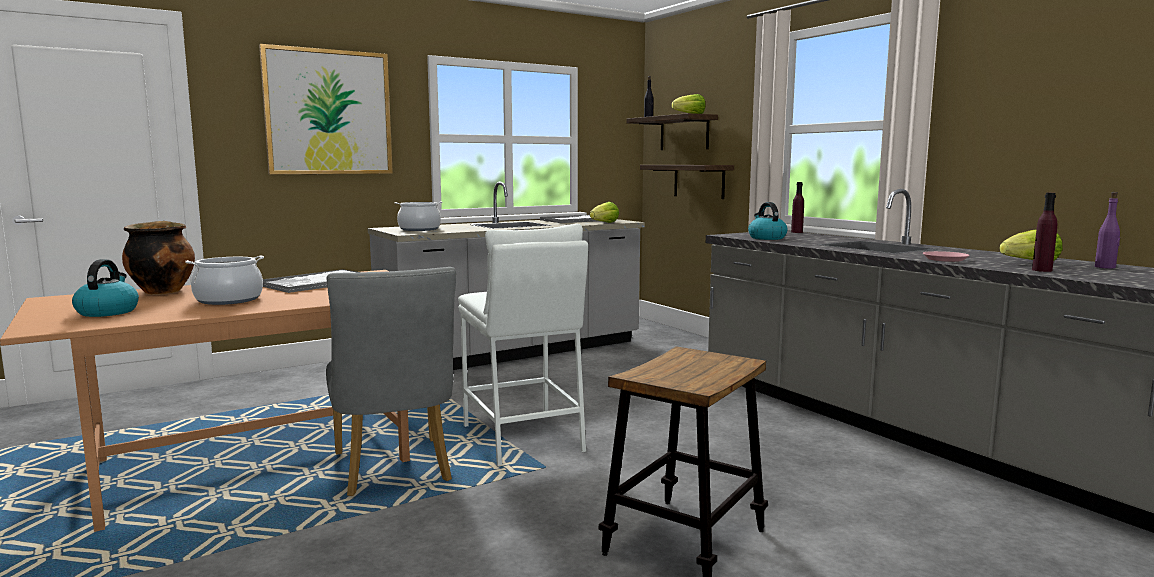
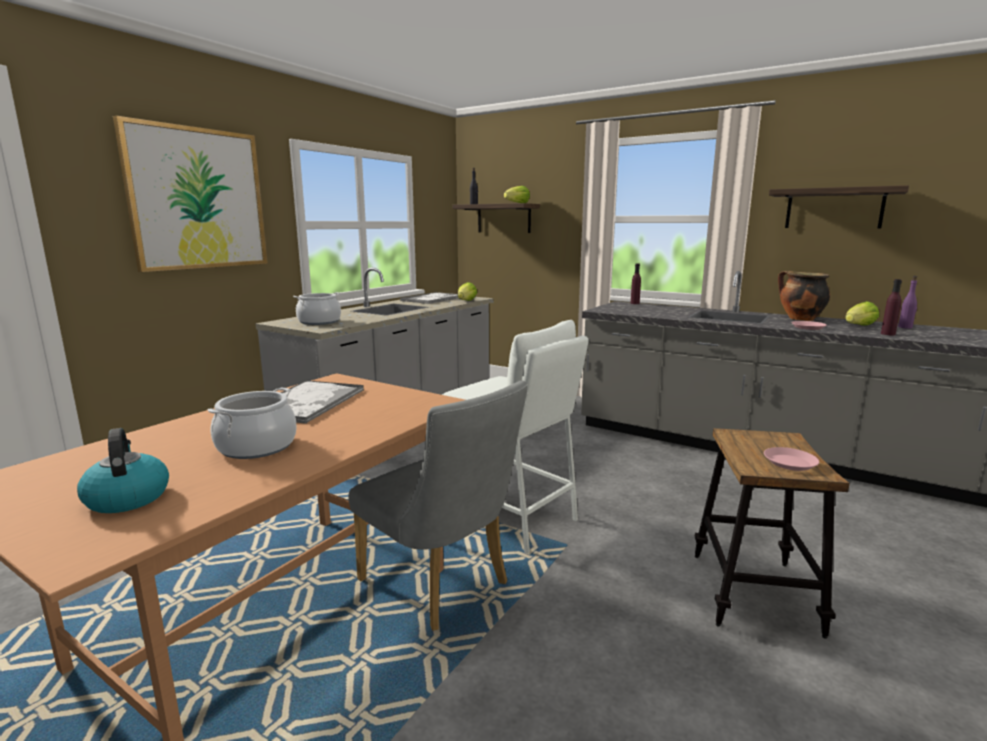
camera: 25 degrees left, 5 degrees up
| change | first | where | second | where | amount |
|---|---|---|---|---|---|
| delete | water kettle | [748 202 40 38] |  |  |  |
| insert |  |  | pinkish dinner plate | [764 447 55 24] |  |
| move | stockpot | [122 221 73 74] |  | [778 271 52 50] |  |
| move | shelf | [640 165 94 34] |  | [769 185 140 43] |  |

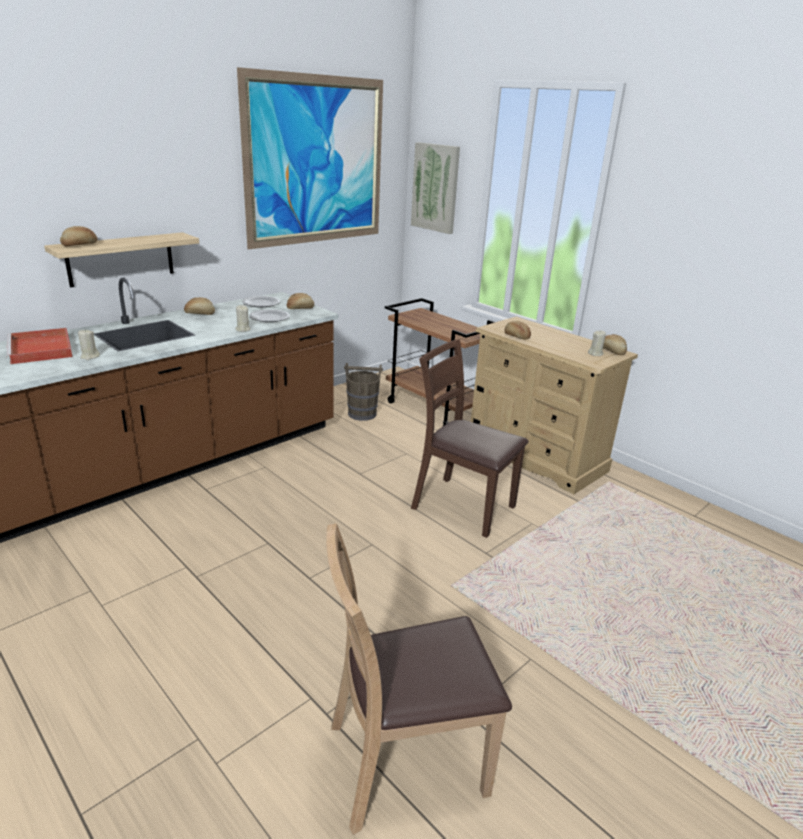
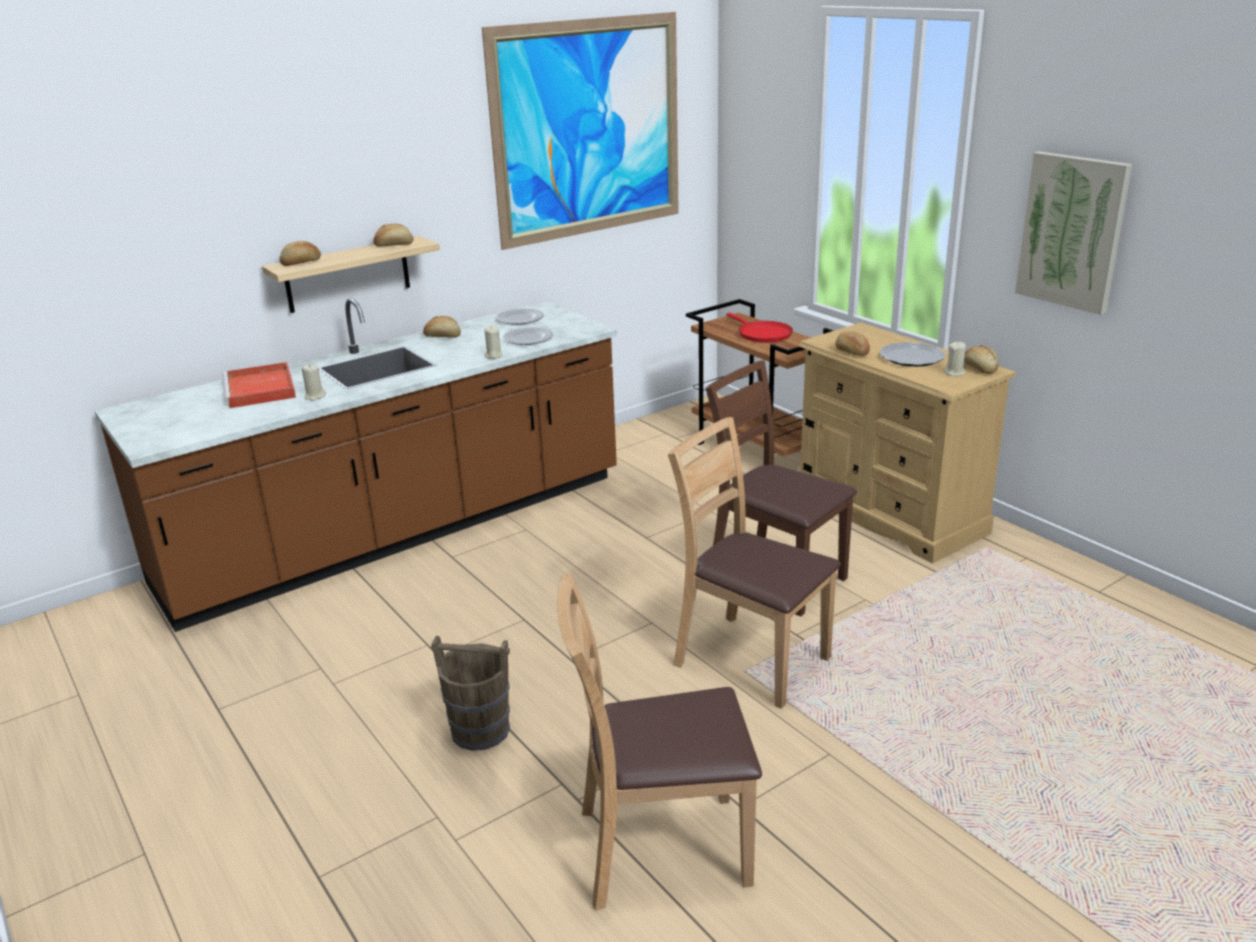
camera: 10 degrees right, 0 degrees up
| change | first | where | second | where | amount |
|---|---|---|---|---|---|
| insert |  |  | brown-coloured chair | [668 417 173 292] |  |
| insert |  |  | reddish skillet | [727 313 66 30] |  |
| insert |  |  | dinner plate | [879 342 67 25] |  |
| move | baked bread | [287 293 27 16] |  | [373 224 40 23] |  |
| move | brown-coloured pail | [344 363 39 58] |  | [431 636 79 115] |  |
| move | wall art | [411 142 49 92] |  | [1015 151 117 164] |  |

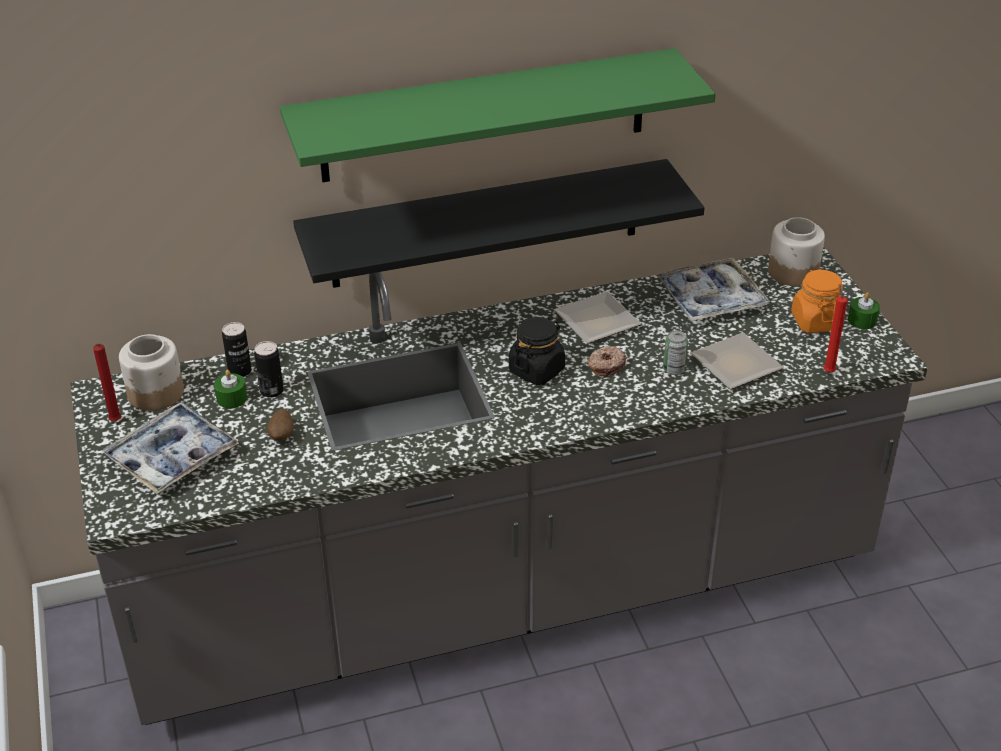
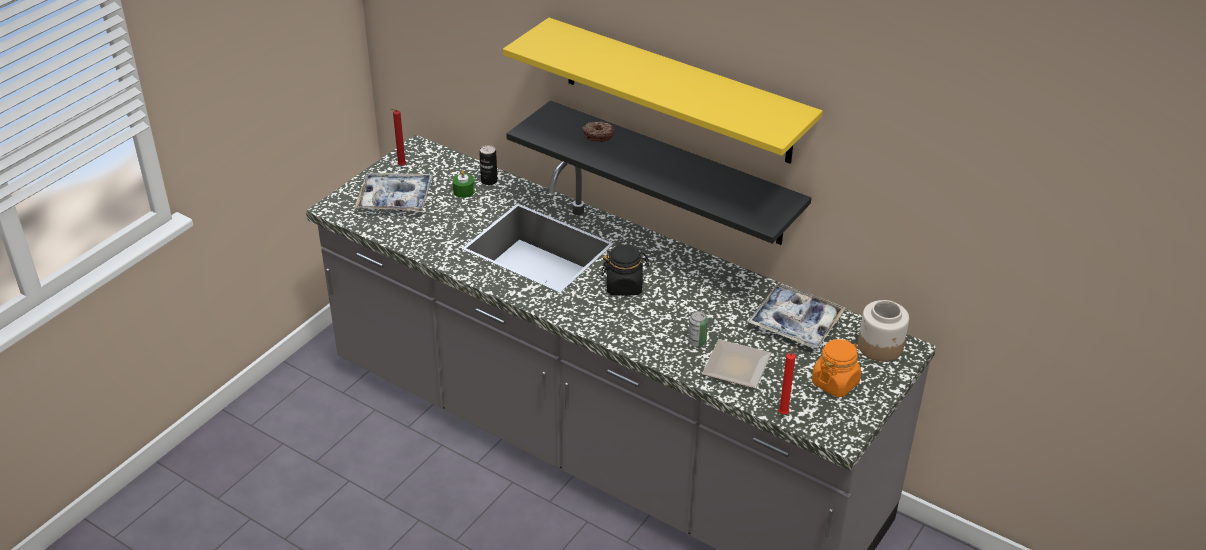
camera: 50 degrees right, 0 degrees up
| change | first | where | second | where | amount |
|---|---|---|---|---|---|
| delete | storage jar | [119 334 65 77] |  |  |  |
| delete | sealed can | [254 341 30 57] |  |  |  |
| delete | spud | [267 409 27 32] |  |  |  |
| delete | dinner plate | [554 291 87 53] |  |  |  |
| delete | green-coloured wax light | [848 292 32 37] |  |  |  |
| move | donut | [587 346 39 30] |  | [582 121 32 20] |  |
| recolor | green-coloured shelf | [280 48 436 134] | yellowish shelf | [503 18 320 146] |  |

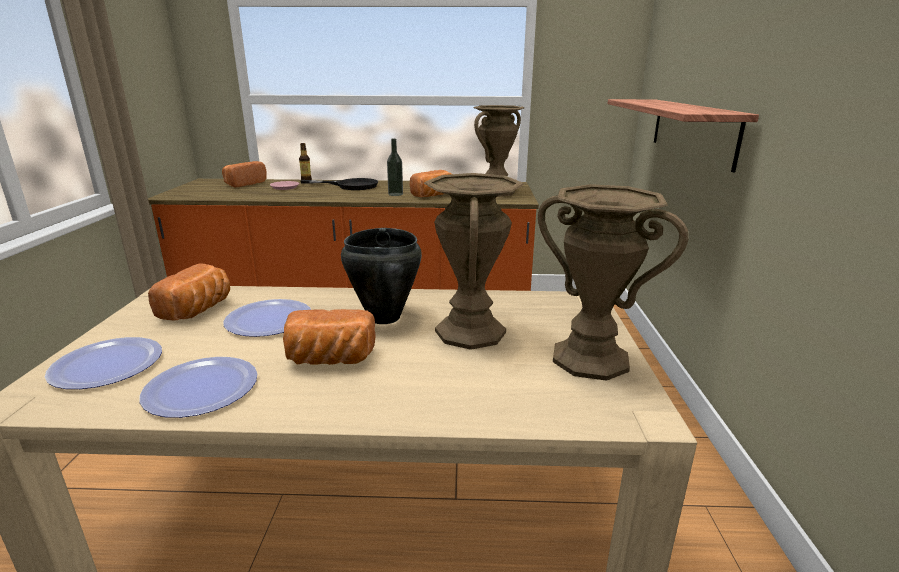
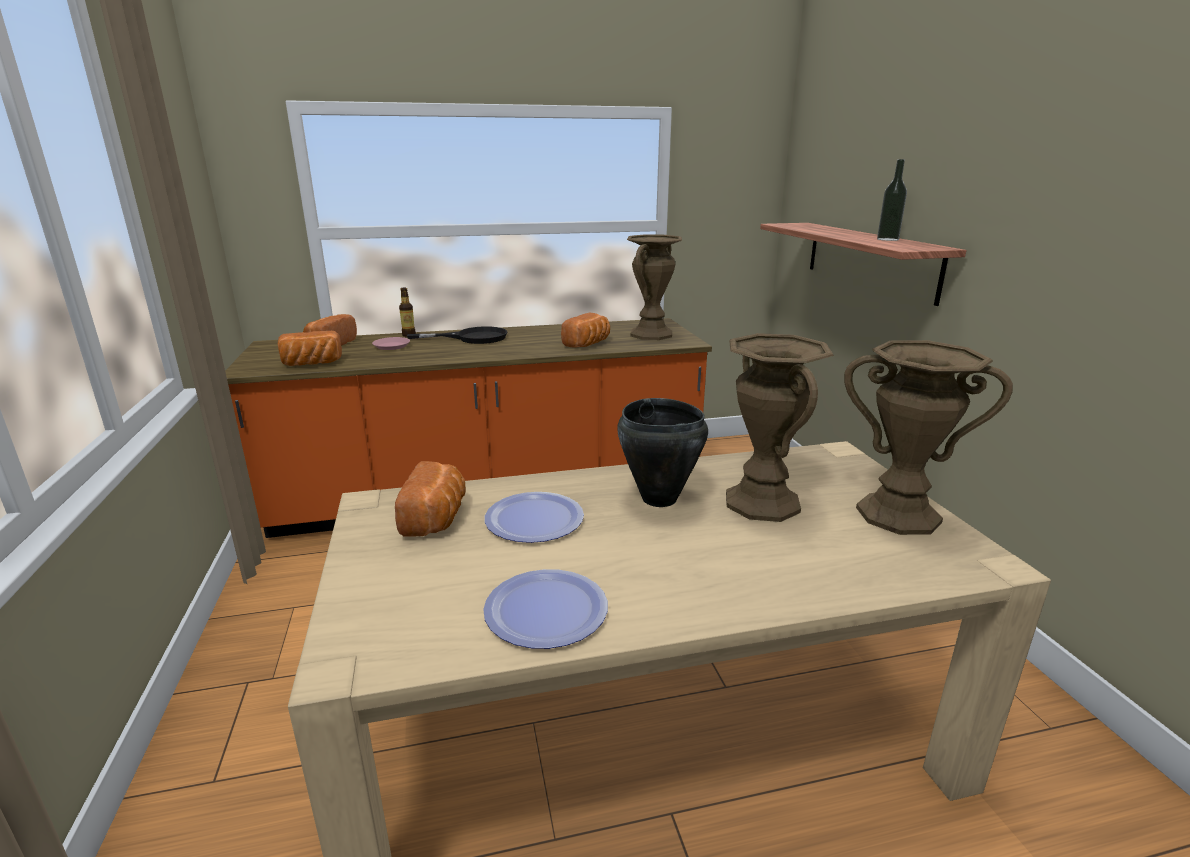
camera: 15 degrees left, 0 degrees up
| change | first | where | second | where | amount |
|---|---|---|---|---|---|
| delete | dinner plate | [45 337 117 52] |  |  |  |
| move | baked bread | [283 309 93 56] |  | [278 331 64 35] |  |
| move | drink bottle | [387 139 16 57] |  | [877 159 30 82] |  |

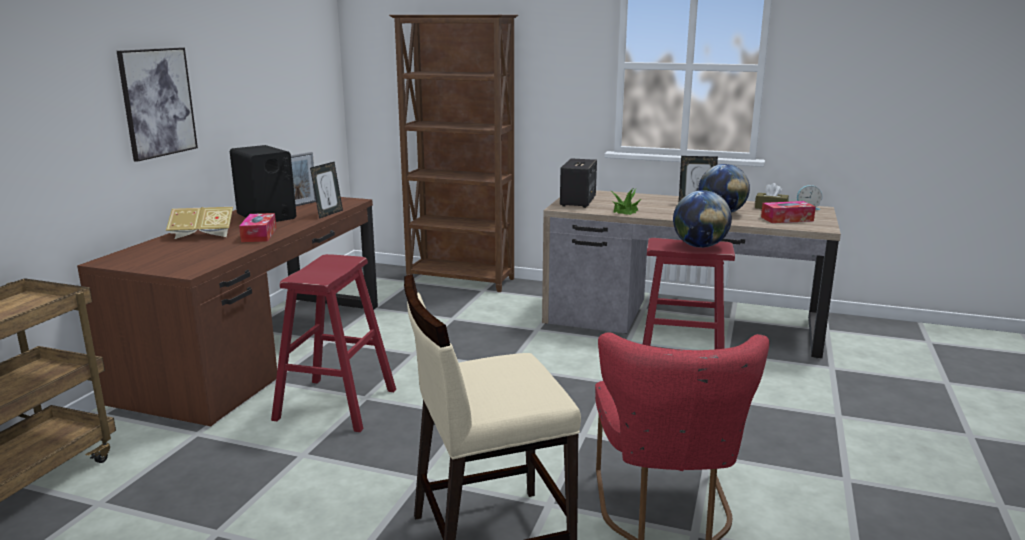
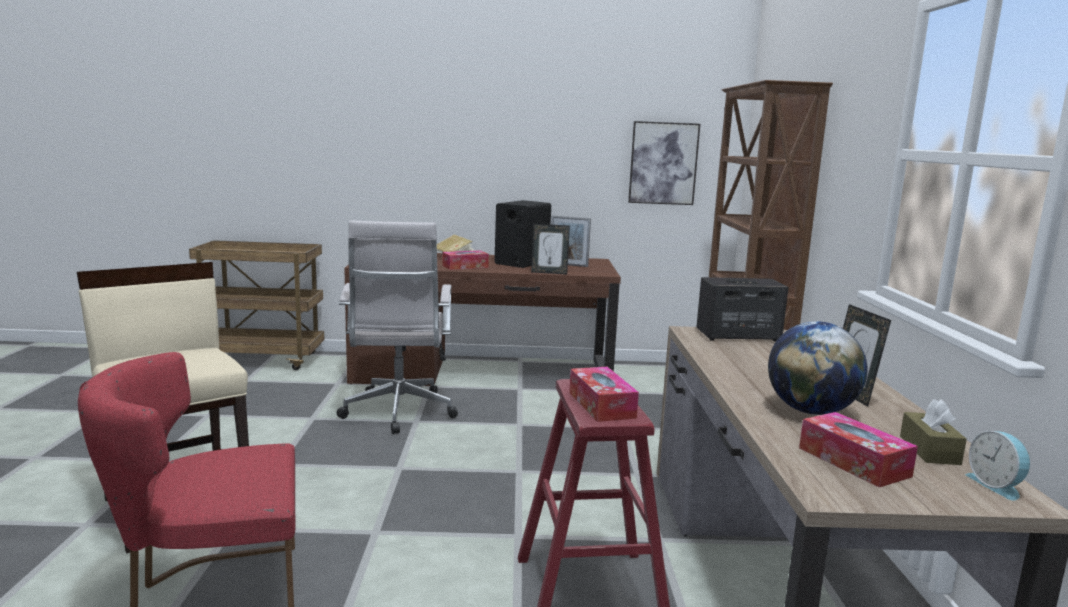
camera: 70 degrees right, 5 degrees down
| change | first | where | second | where | amount |
|---|---|---|---|---|---|
| delete | houseplant | [611 188 30 27] |  |  |  |
| move | wall art | [117 48 81 114] |  | [628 121 72 84] |  |
| replace | reddish stool seat | [271 254 125 178] | whitish desk chair | [337 221 121 213] |  |
| replace | desk globe | [673 190 59 58] | tissue holder | [569 367 70 55] |  |

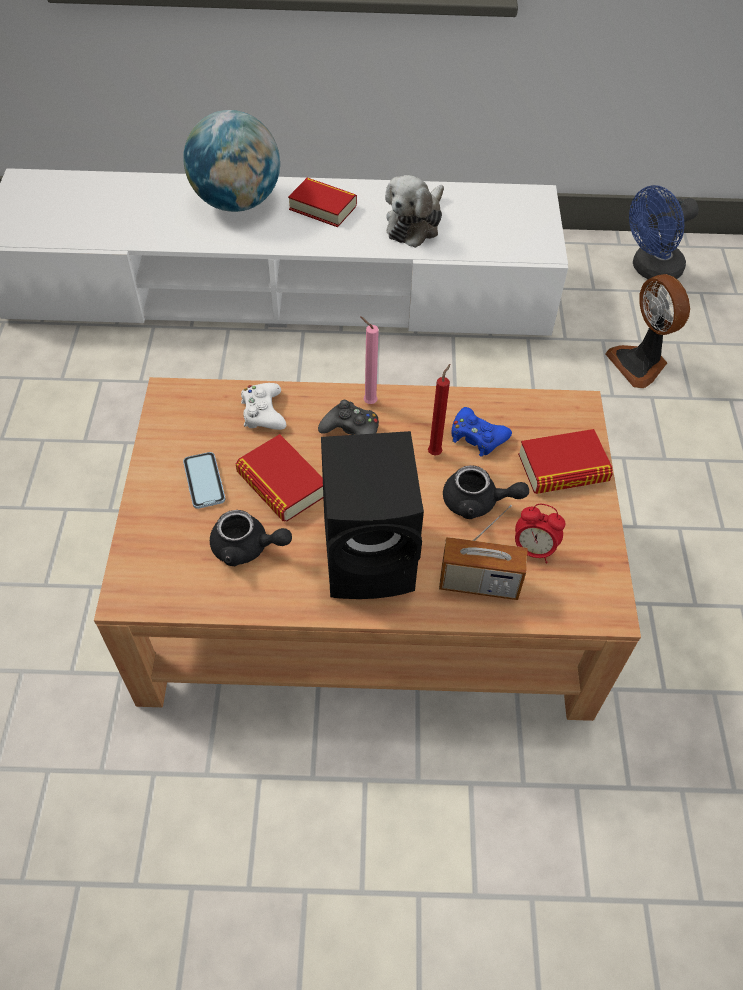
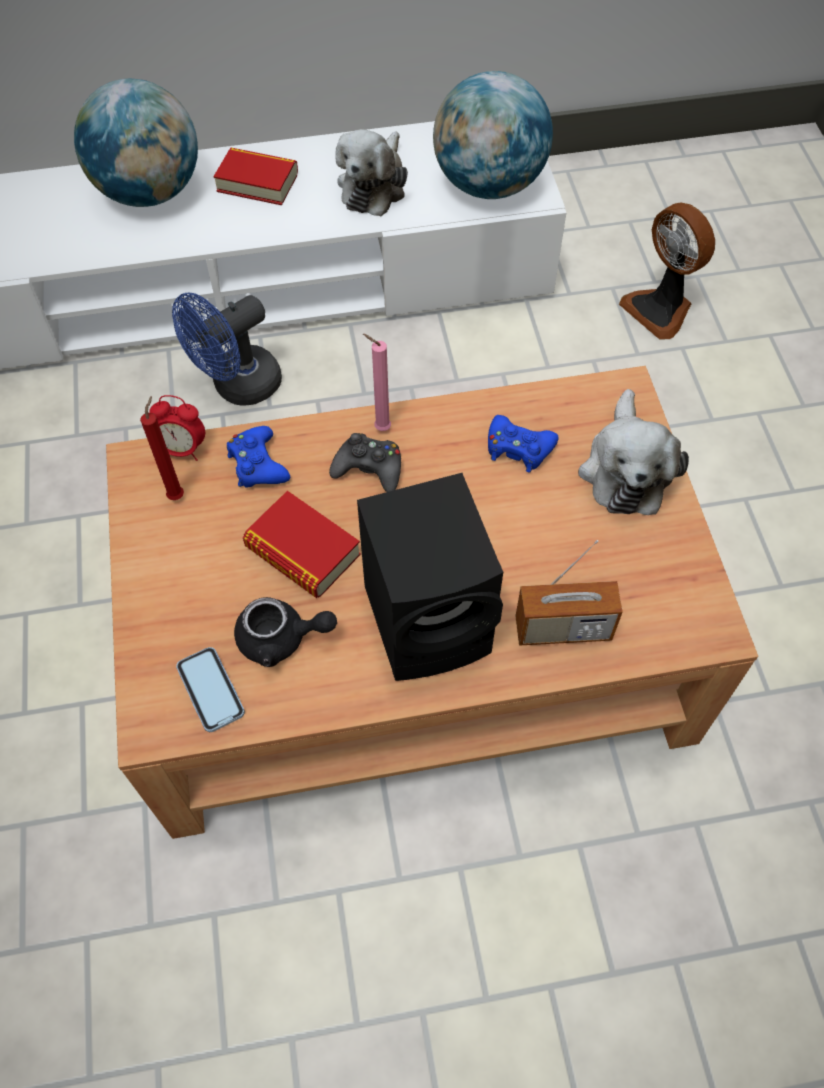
camera: 10 degrees left, 5 degrees up
| change | first | where | second | where | amount |
|---|---|---|---|---|---|
| delete | black teapot | [443 465 86 54] |  |  |  |
| insert |  |  | desk globe | [433 71 120 128] |  |
| move | telephone | [183 452 42 57] |  | [176 647 69 85] |  |
| move | reddish wax light | [428 364 22 91] |  | [140 396 44 104] |  |
| move | bedside clock | [515 504 50 59] |  | [149 395 56 66] |  |
| move | bluish cooling fan | [629 185 70 94] |  | [172 293 110 113] |  |
| replace | bound book | [518 429 95 65] | soft toy | [578 389 111 126] |  |
| recolor | whitish joypad | [241 383 45 47] | bluish joypad | [227 426 63 62] |  |

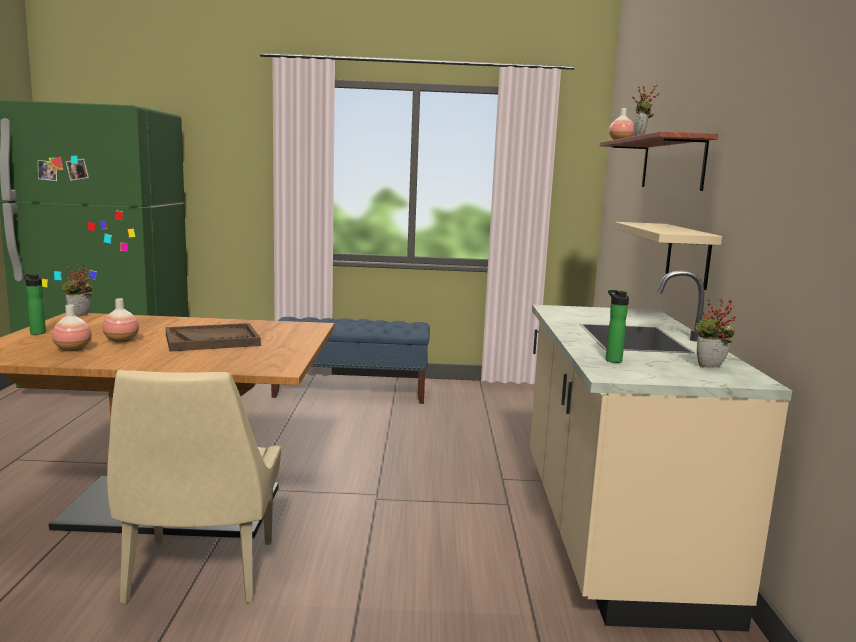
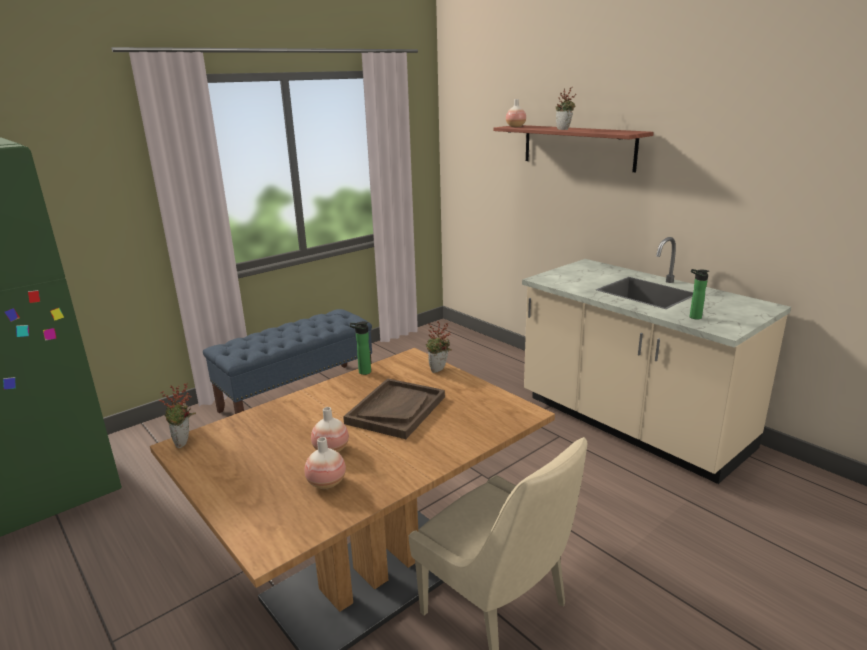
camera: 40 degrees left, 10 degrees up
| change | first | where | second | where | amount |
|---|---|---|---|---|---|
| delete | sand-coloured shelf | [615 222 107 68] |  |  |  |
| move | drink bottle | [23 274 23 61] |  | [350 321 21 54] |  |
| move | houseplant | [695 298 41 70] |  | [426 321 25 52] |  |

